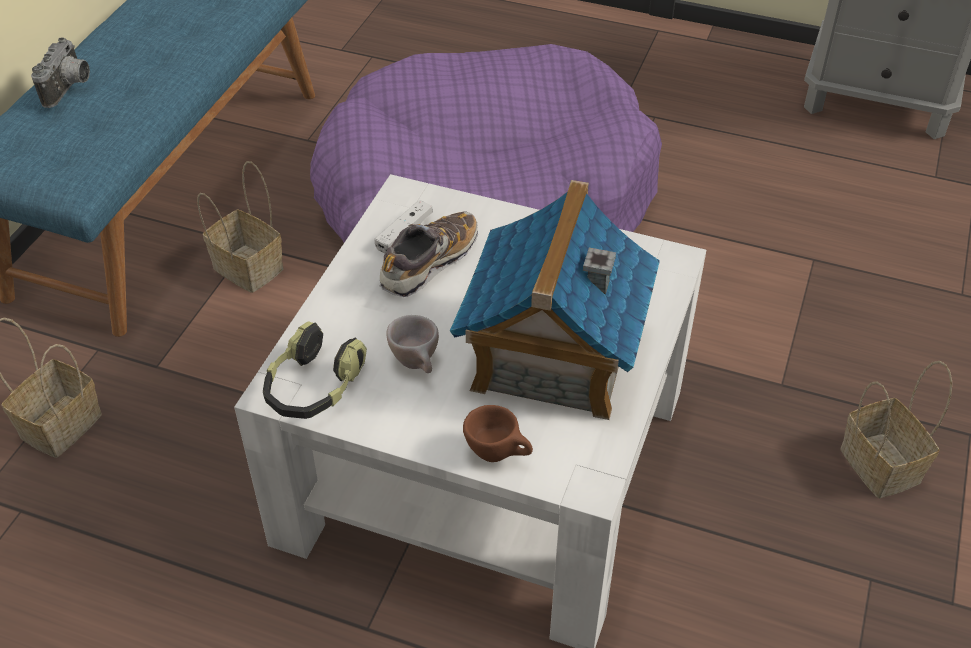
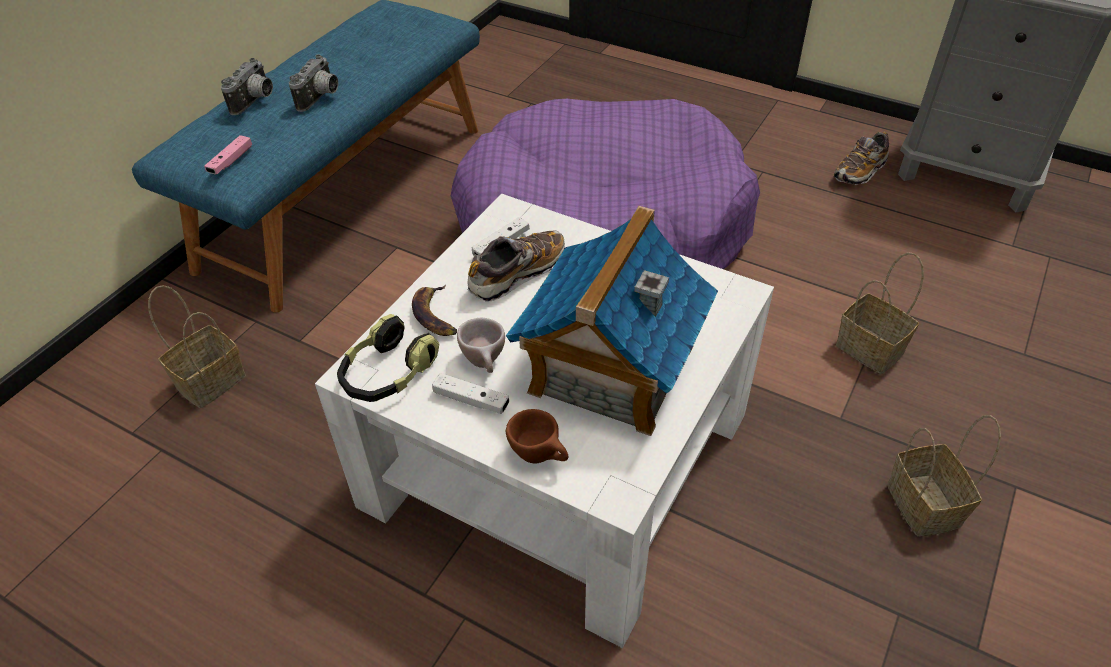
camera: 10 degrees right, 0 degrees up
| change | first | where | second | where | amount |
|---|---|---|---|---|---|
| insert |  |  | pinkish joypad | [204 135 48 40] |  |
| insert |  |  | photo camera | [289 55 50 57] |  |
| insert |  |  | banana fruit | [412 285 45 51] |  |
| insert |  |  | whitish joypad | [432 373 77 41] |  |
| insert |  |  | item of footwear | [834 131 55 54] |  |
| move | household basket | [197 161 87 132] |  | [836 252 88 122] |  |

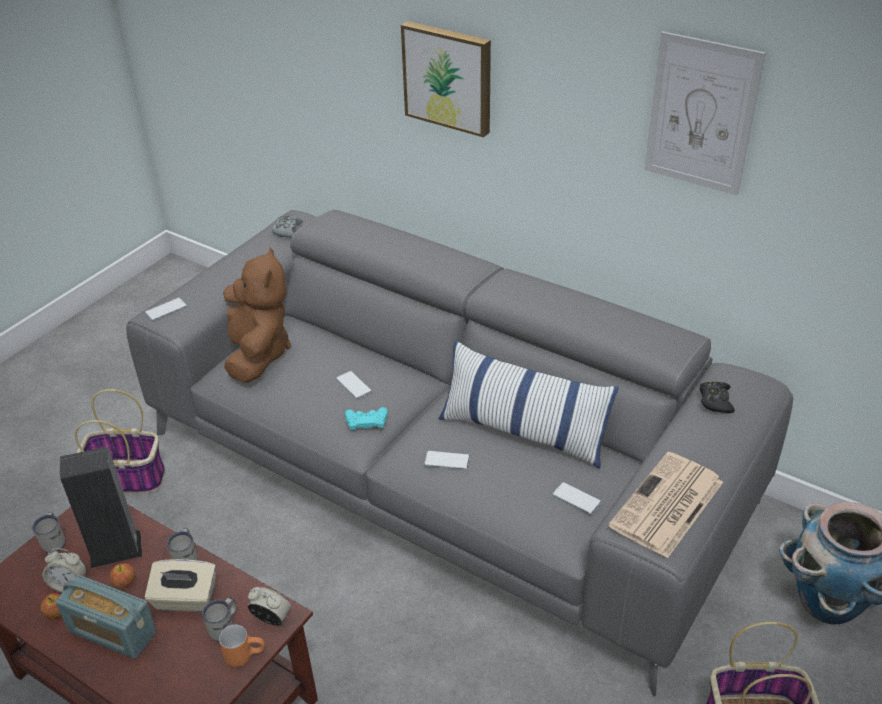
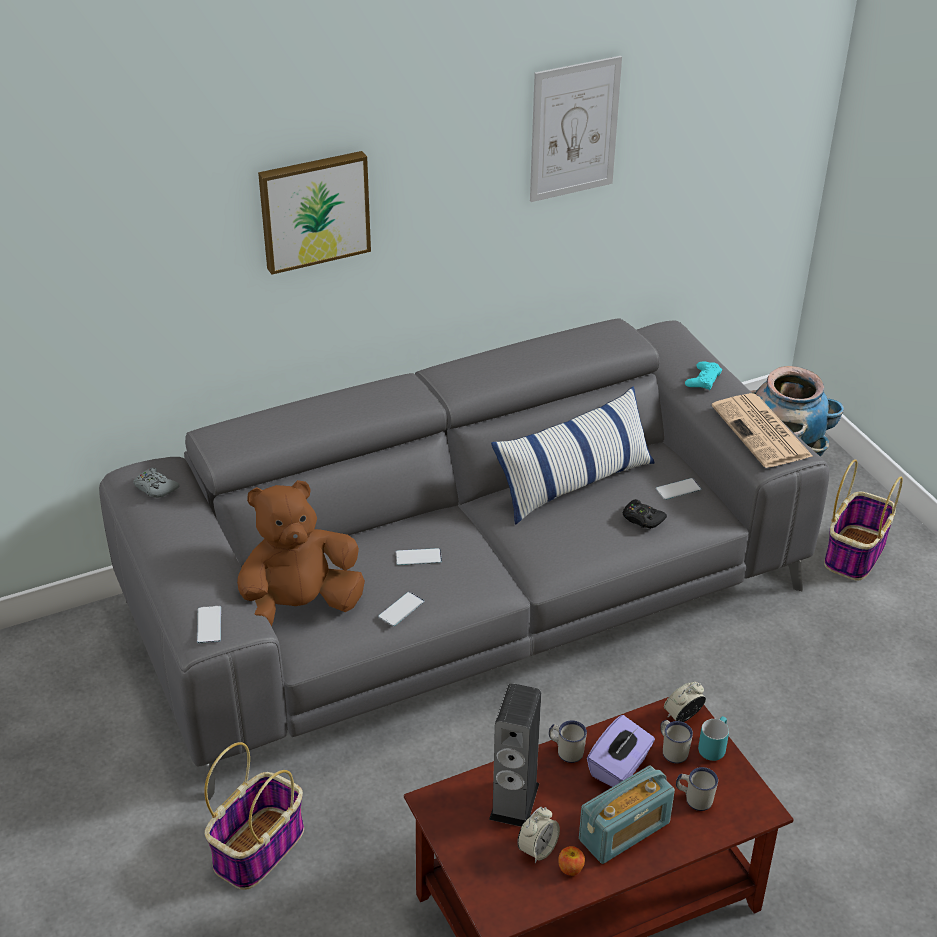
camera: 60 degrees left, 0 degrees up
| change | first | where | second | where | amount |
|---|---|---|---|---|---|
| delete | apple | [110 563 25 25] |  |  |  |
| move | whitish tea mug | [32 512 34 41] |  | [676 767 42 44] |  |
| move | blue-green joypad | [345 407 43 24] |  | [685 362 37 29] |  |
| move | telephone | [424 451 46 18] |  | [378 592 46 34] |  |
| move | black joypad | [700 382 35 31] |  | [623 499 44 30] |  |
| recolor | sand-coloured tissue holder | [145 559 71 53] | purplish tissue holder | [587 715 68 72] |  |
| recolor | orange tea mug | [219 625 46 42] | blue-green tea mug | [698 716 31 45] |  |
| rotate | brown-coloured soft toy | [223 247 68 136] |  | [237 480 128 147] | 45 degrees counterclockwise |

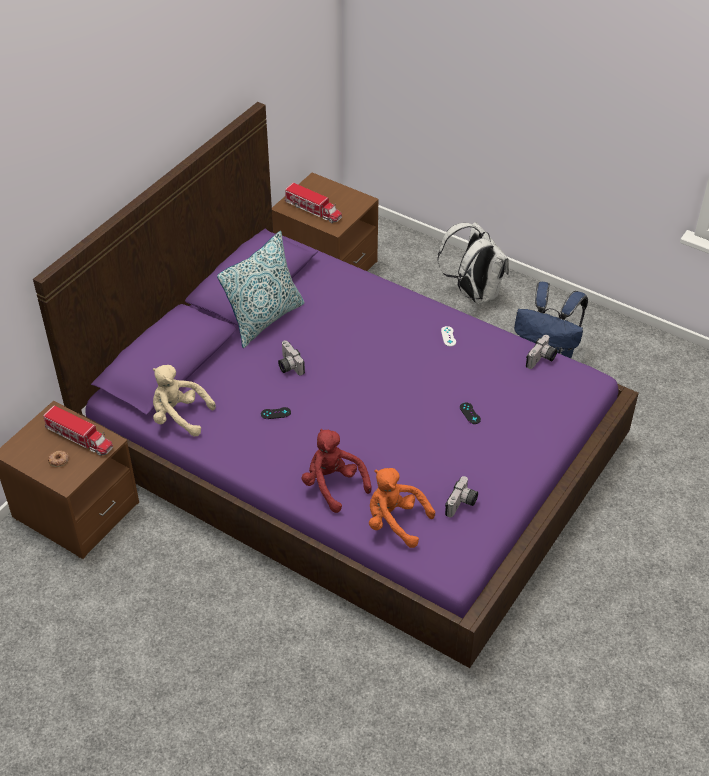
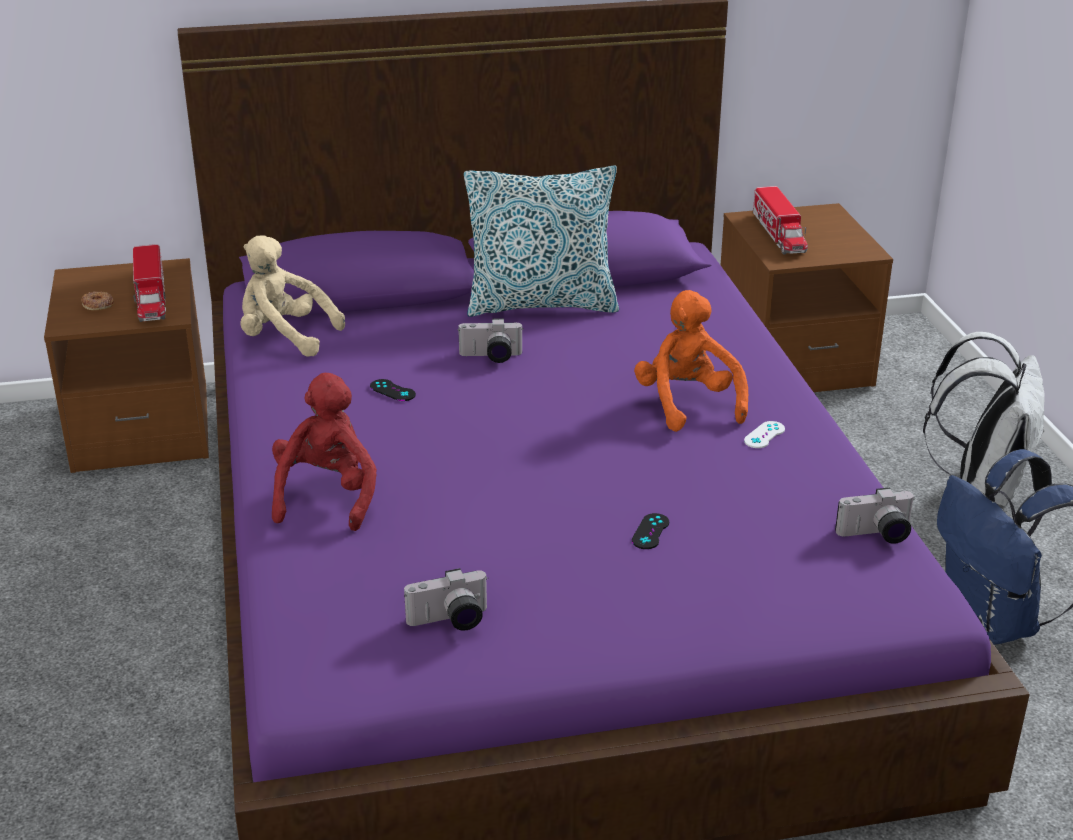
camera: 45 degrees right, 15 degrees down
| change | first | where | second | where | amount |
|---|---|---|---|---|---|
| move | orange soft toy | [369 468 66 80] |  | [634 290 114 142] |  |
| rotate | sand-coloured soft toy | [153 365 63 72] |  | [241 235 104 122] | 45 degrees counterclockwise |
| rotate | photo camera | [278 340 27 35] |  | [457 318 66 45] | 105 degrees counterclockwise |

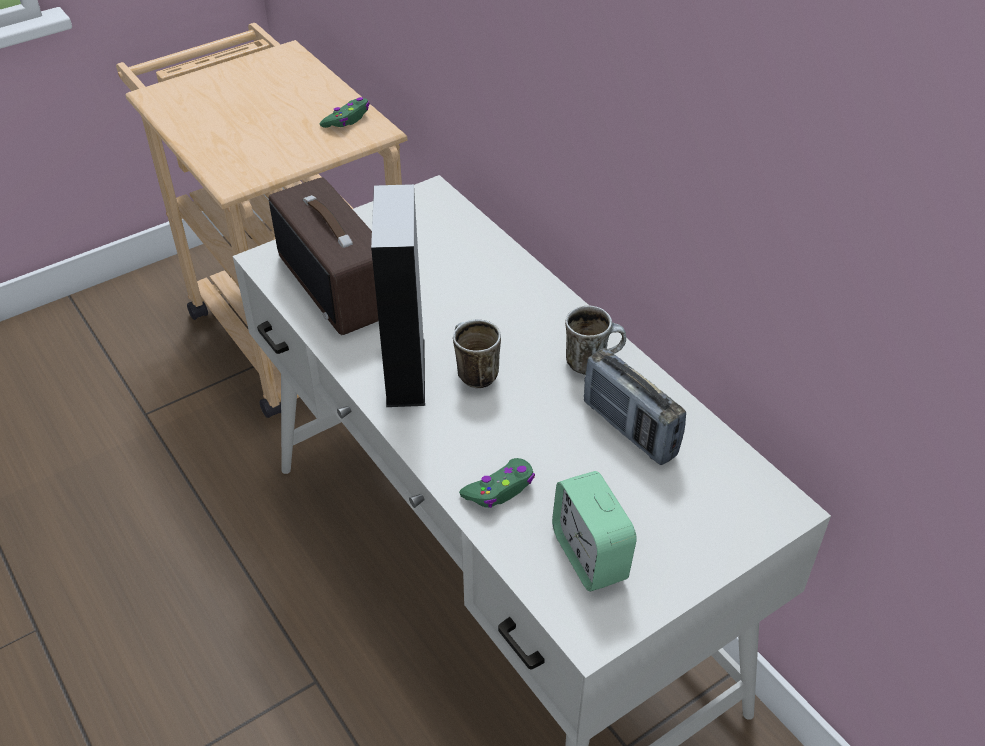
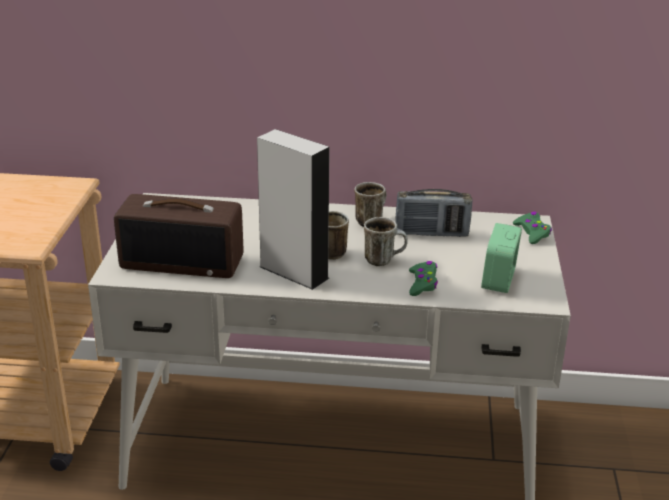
camera: 50 degrees left, 15 degrees down
| change | first | where | second | where | amount |
|---|---|---|---|---|---|
| insert |  |  | tea mug | [364 217 44 49] |  |
| move | green-coloured joypad | [320 97 50 31] |  | [513 212 39 32] |  |
| rotate | bedside clock | [552 471 85 121] |  | [481 223 41 70] | 90 degrees clockwise |

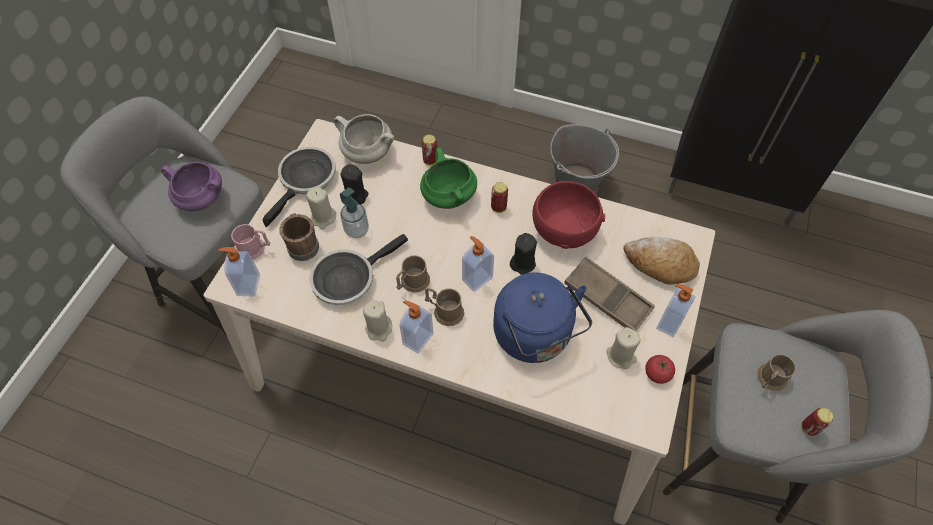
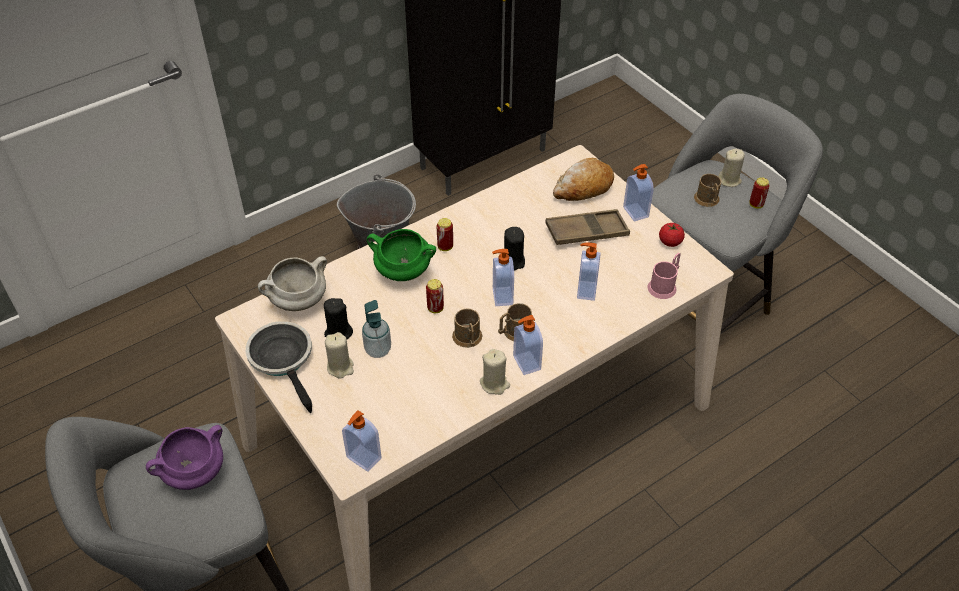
camera: 55 degrees left, 10 degrees down
| change | first | where | second | where | amount |
|---|---|---|---|---|---|
| delete | brown-coloured tea mug | [279 213 40 48] |  |  |  |
| delete | skillet | [309 234 99 71] |  |  |  |
| delete | reddish serving bowl | [532 181 73 68] |  |  |  |
| move | pinkish tea mug | [231 224 39 36] |  | [647 252 34 47] |  |
| move | sealed can | [422 135 15 30] |  | [426 279 18 34] |  |
| move | sand-coloured wax light | [606 327 35 42] |  | [718 149 27 38] |  |
| replace | bluish water kettle | [493 272 99 91] | soap dispenser | [577 243 24 58] |  |

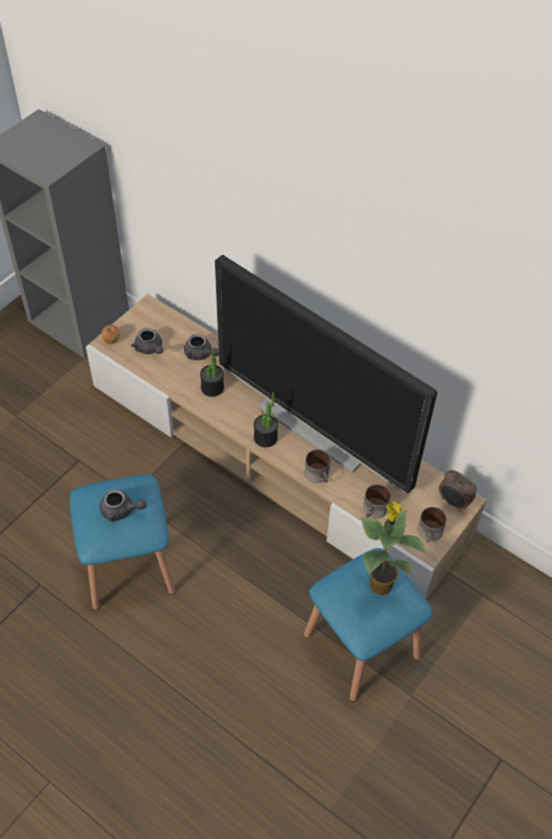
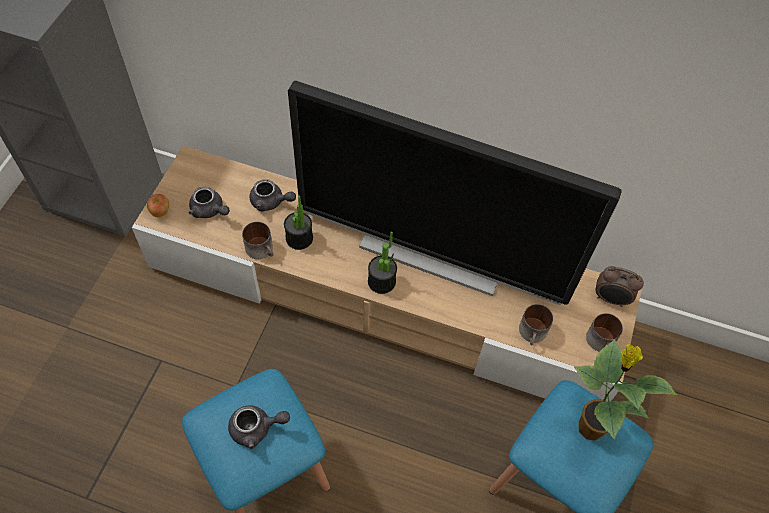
camera: 20 degrees left, 5 degrees up
| change | first | where | second | where | amount |
|---|---|---|---|---|---|
| move | tea mug | [305 449 25 34] |  | [242 222 32 37] |  |

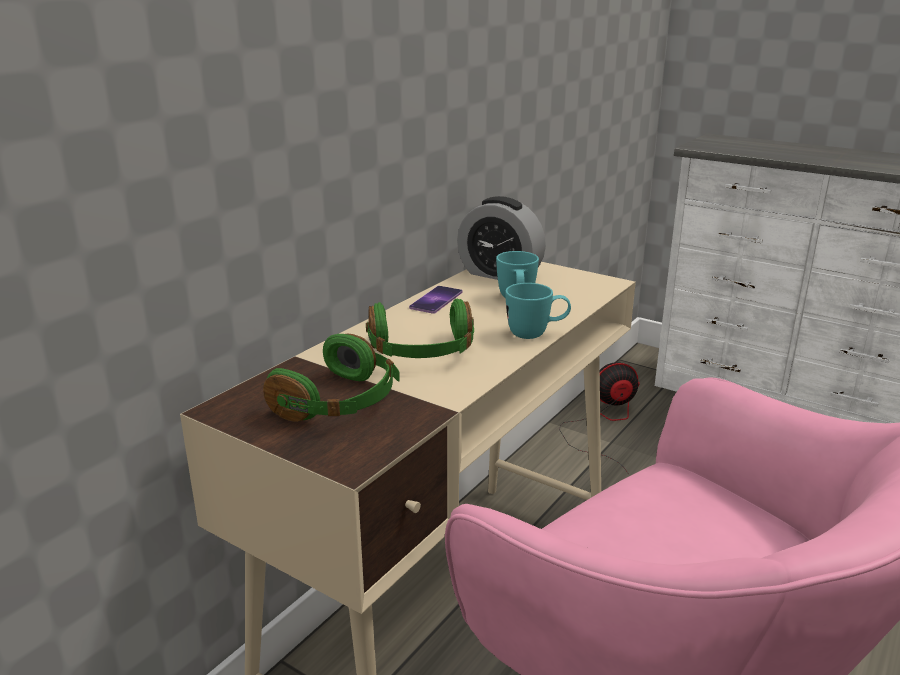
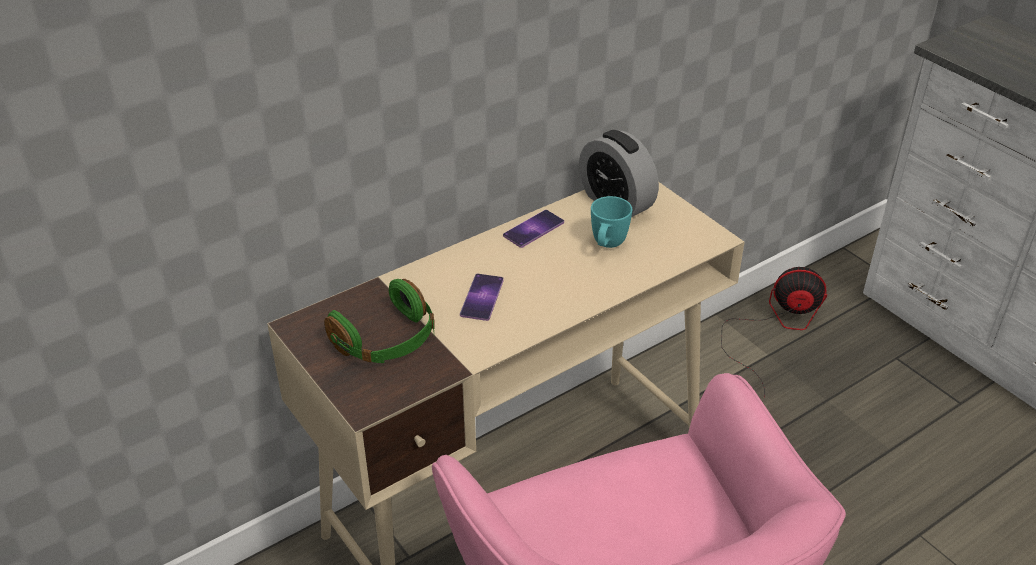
camera: 20 degrees right, 15 degrees up
| change | first | where | second | where | amount |
|---|---|---|---|---|---|
| delete | blue-green tea mug | [505 283 66 56] |  |  |  |
| replace | green-coloured headset | [366 299 108 59] | telephone | [460 274 44 47] |  |

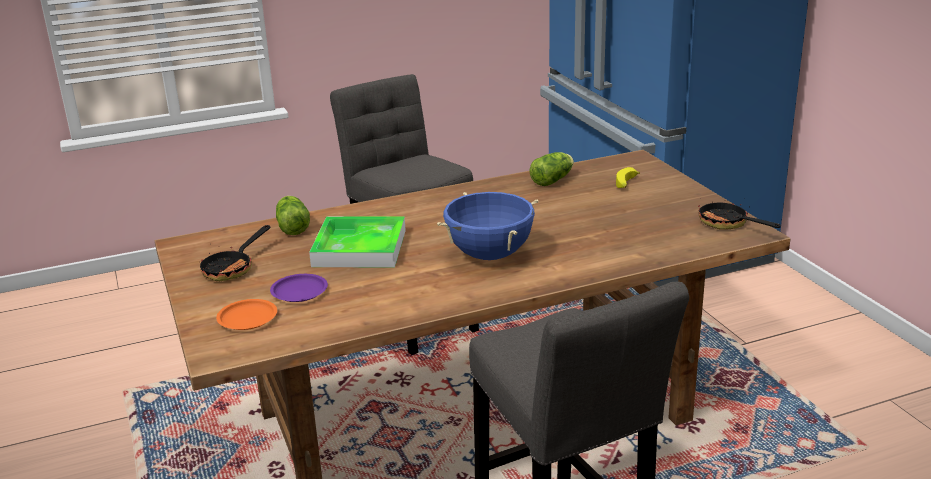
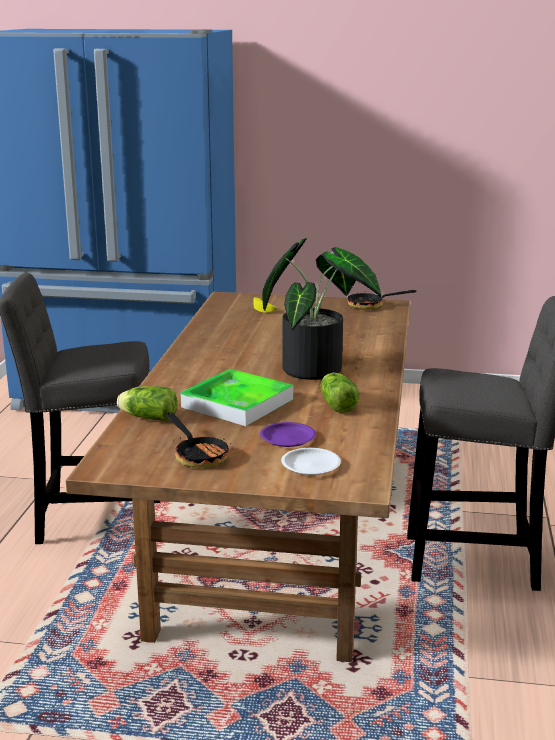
camera: 60 degrees left, 5 degrees down
| change | first | where | second | where | amount |
|---|---|---|---|---|---|
| move | lettuce | [529 152 45 34] |  | [321 373 39 40] |  |
| replace | bluish stockpot | [437 192 102 68] | houseplant | [262 238 119 142] |  |
| recolor | orange dinner plate | [216 299 61 31] | whitish dinner plate | [281 448 60 27] |  |

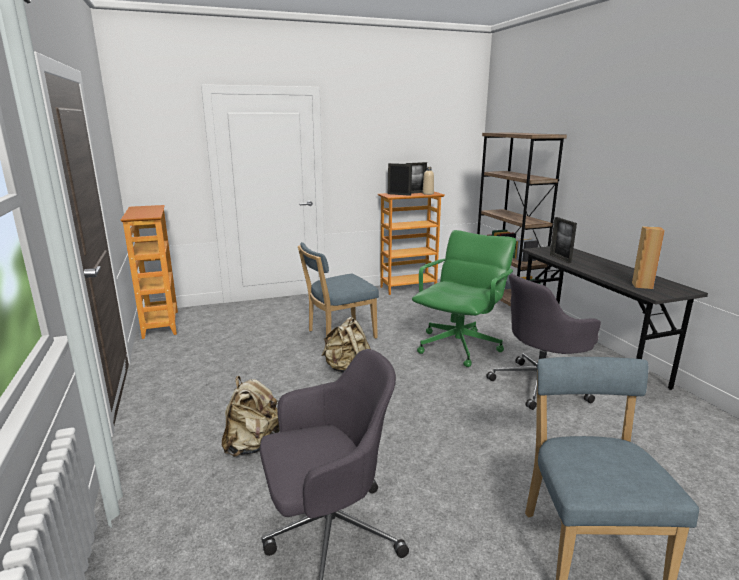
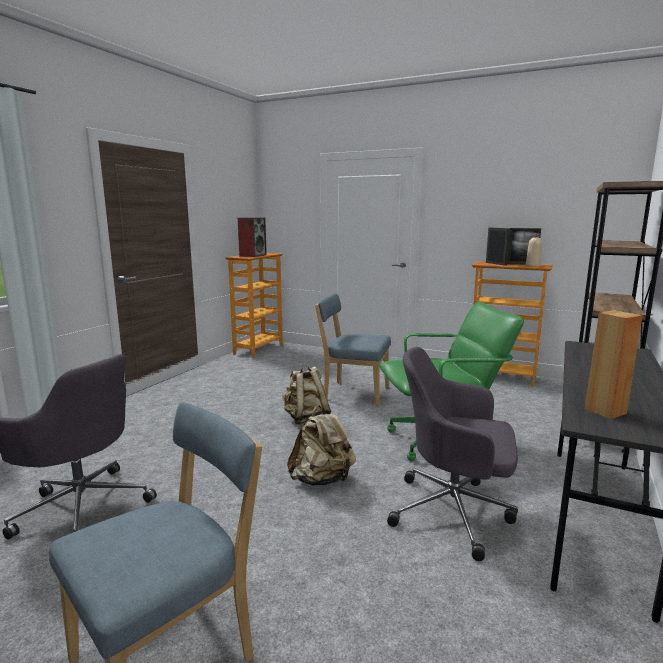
camera: 45 degrees right, 5 degrees down
| change | first | where | second | where | amount |
|---|---|---|---|---|---|
| delete | photo frame | [550 217 27 46] |  |  |  |
| insert |  |  | loudspeaker | [238 217 29 40] |  |
| move | sand-coloured knapsack | [222 376 57 81] |  | [287 405 69 81] |  |

